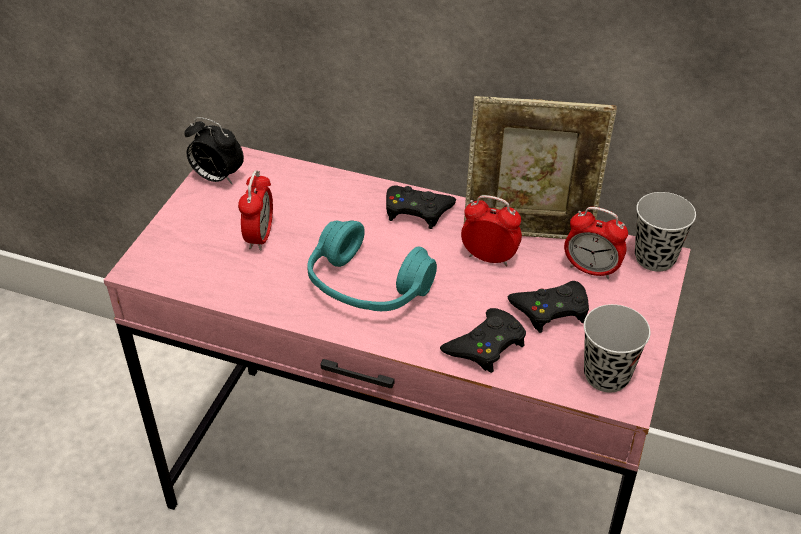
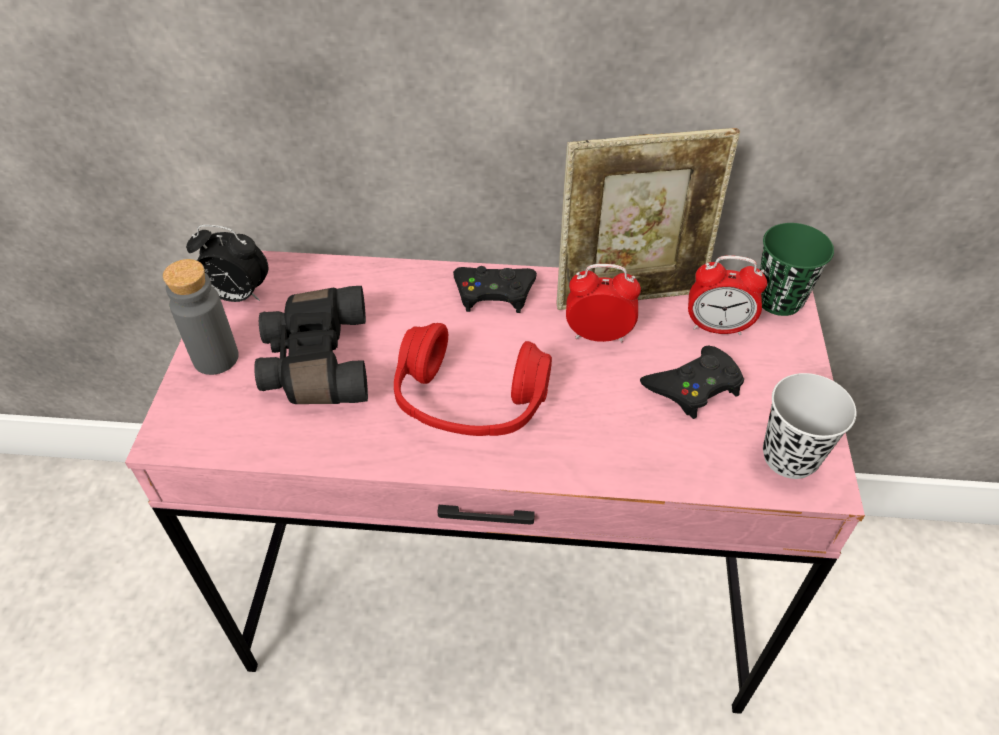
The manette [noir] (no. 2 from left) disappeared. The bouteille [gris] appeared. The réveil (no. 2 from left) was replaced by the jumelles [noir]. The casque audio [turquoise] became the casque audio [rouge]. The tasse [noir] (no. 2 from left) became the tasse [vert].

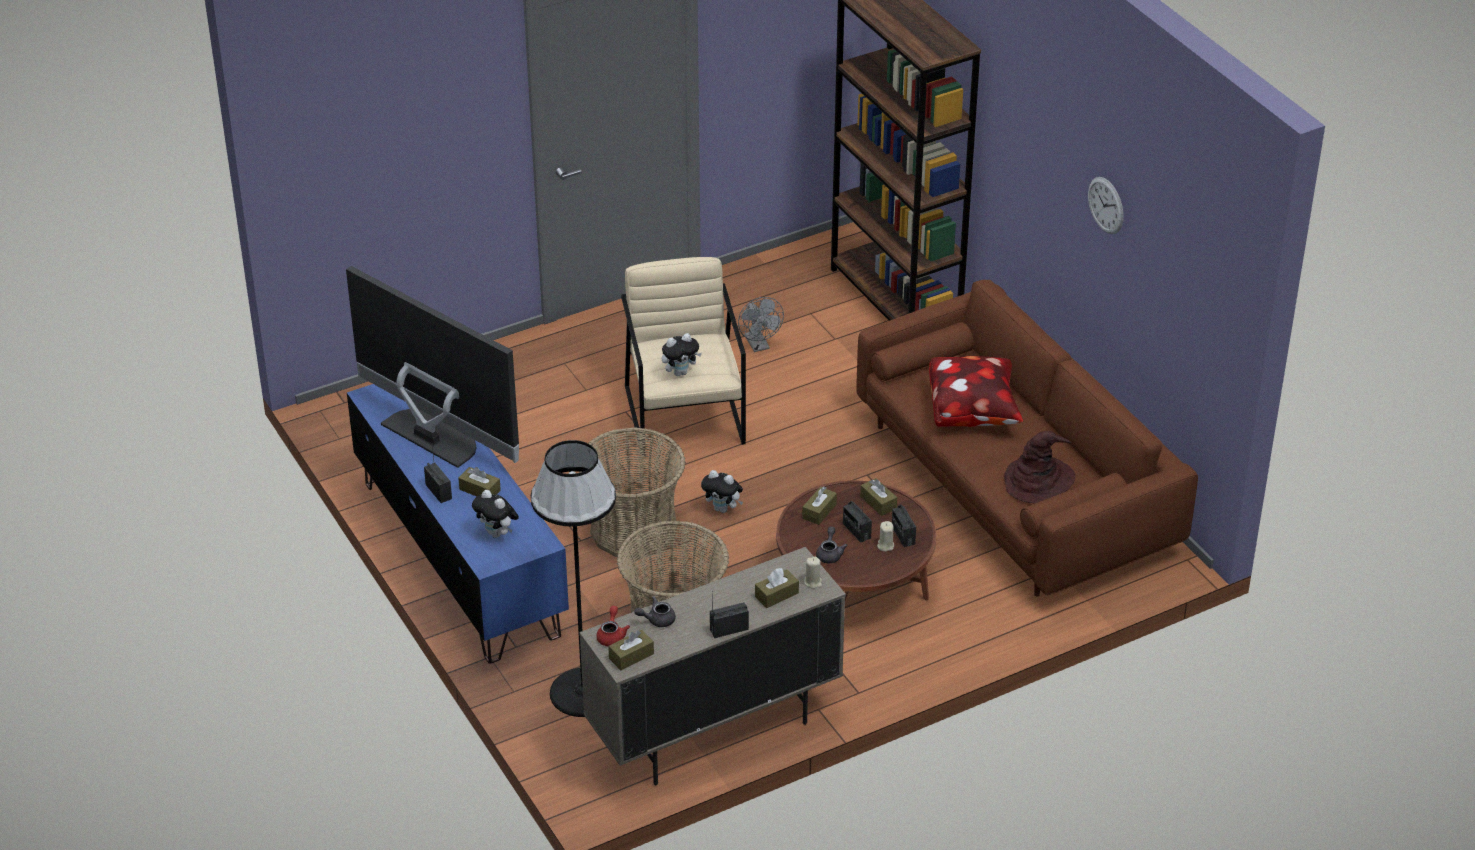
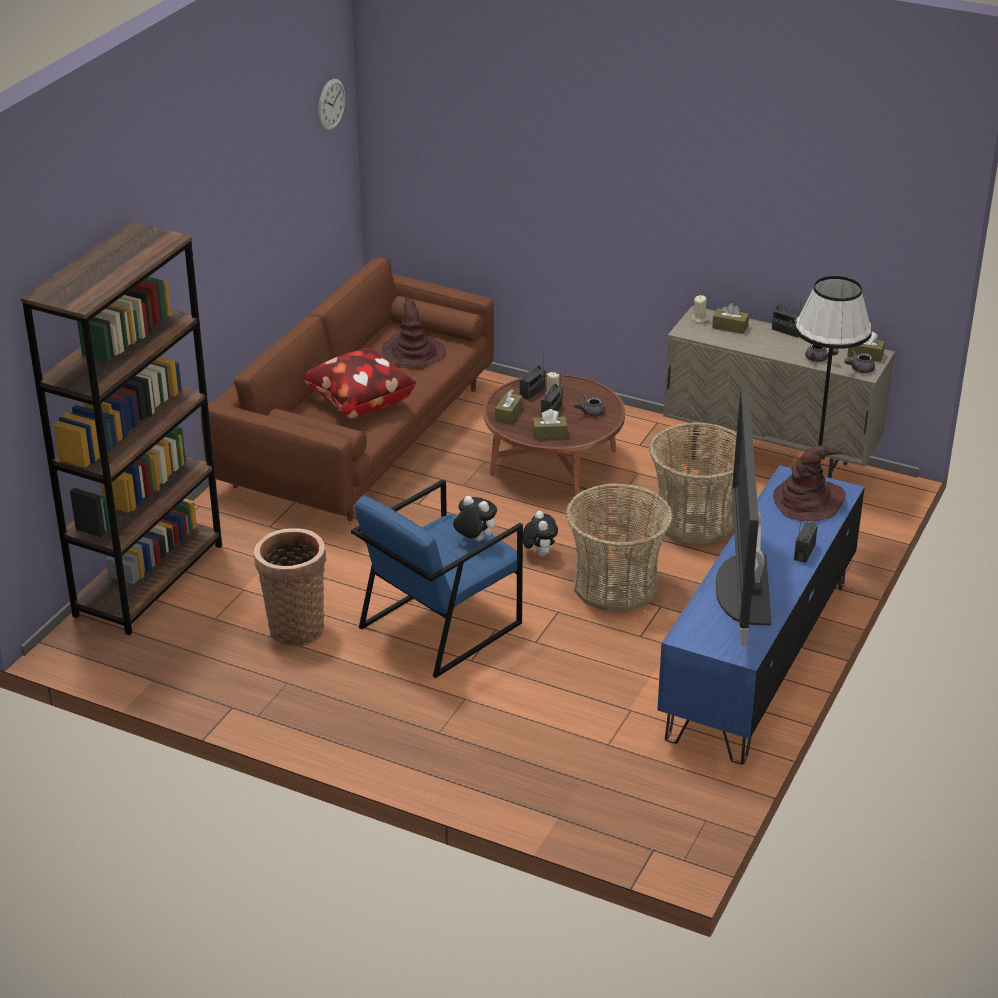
The boîte à mouchoirs [marron] (no. 1 from left) disappeared. The horloge murale moved. The peluche (no. 1 from left) was replaced by the chapeau [marron] (no. 2 from left). The ventilateur [gris] was replaced by the panier (no. 1 from left). The théière [rouge] became the théière [gris] (no. 3 from left). The fauteuil [beige] became the fauteuil [bleu].

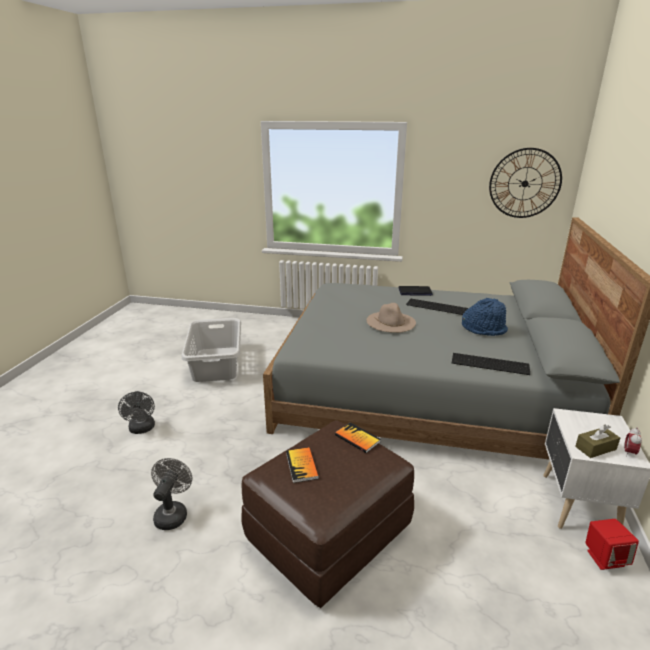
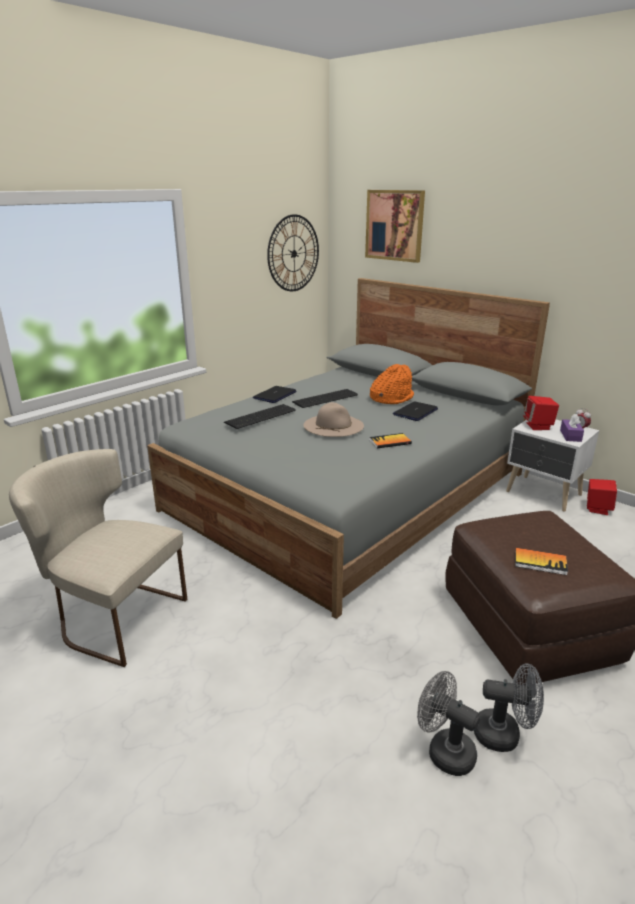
The tableau appeared. The ordinateur portable (no. 2 from left) appeared. The enceinte [rouge] (no. 1 from left) appeared. The ventilateur [gris] (no. 1 from left in the first image) moved. The livre (no. 2 from left in the first image) moved. The clavier (no. 2 from left in the first image) moved. The panier à linge [gris] was replaced by the chaise [beige]. The chapeau [bleu] became the chapeau [orange]. The boîte à mouchoirs [marron] became the boîte à mouchoirs [violet].

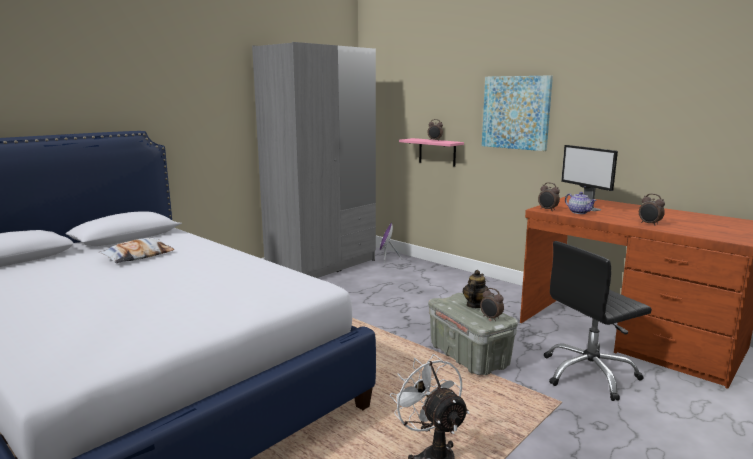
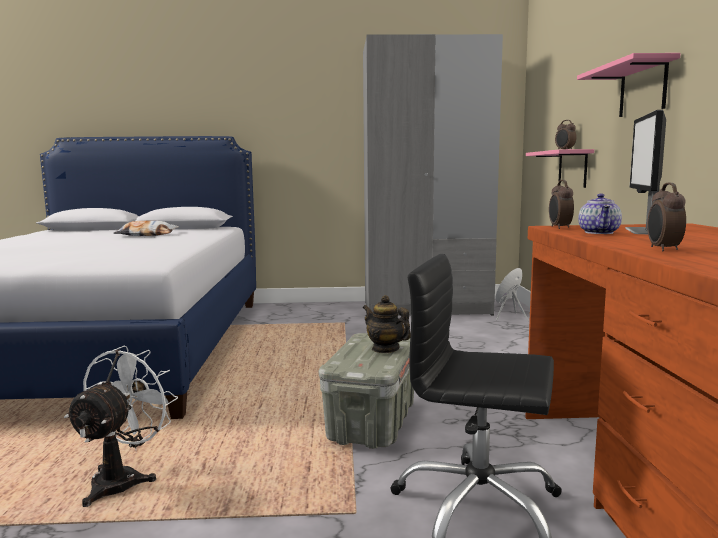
The réveil (no. 2 from left) disappeared. The tableau was replaced by the étagère [rose] (no. 2 from left). The théière (no. 1 from left) turned 120 degrees counterclockwise.

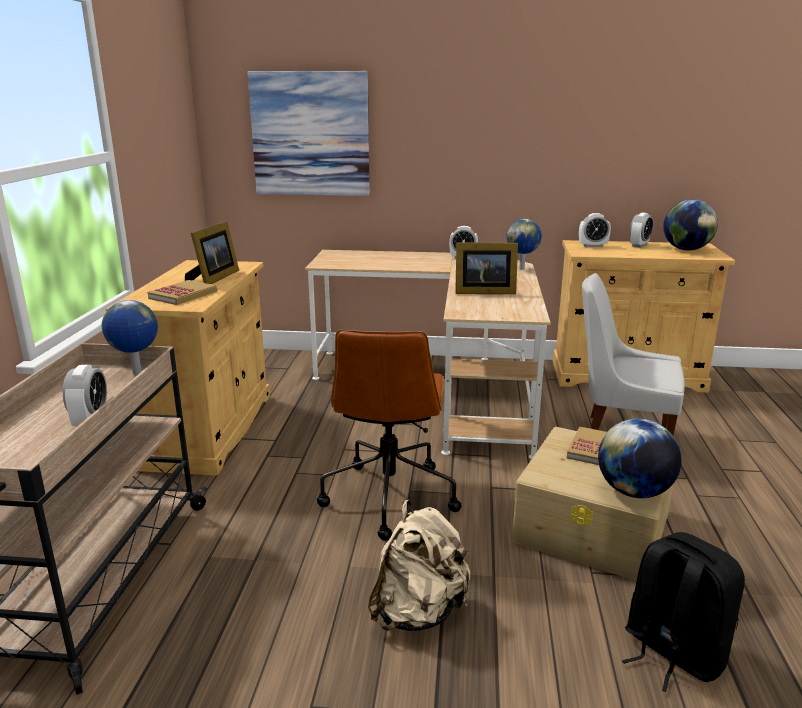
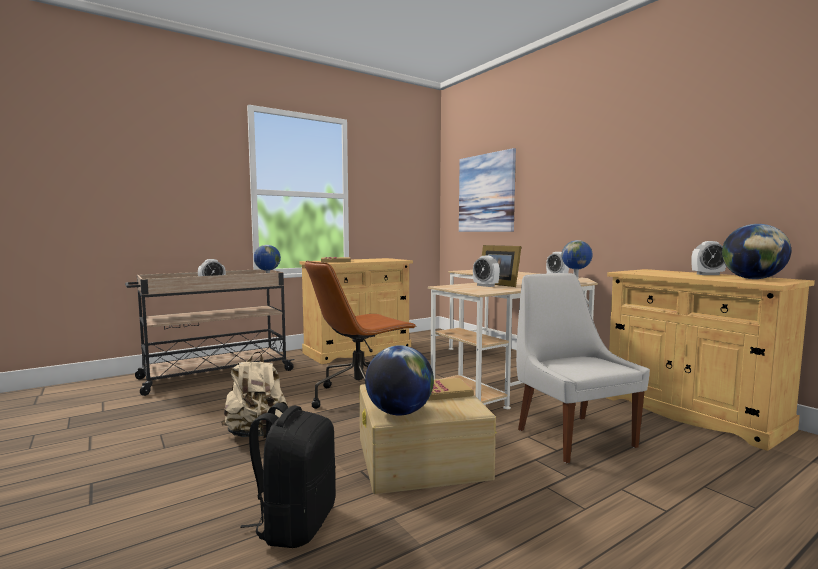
The cadre photo (no. 1 from left) disappeared. The réveil (no. 3 from left in the first image) moved.

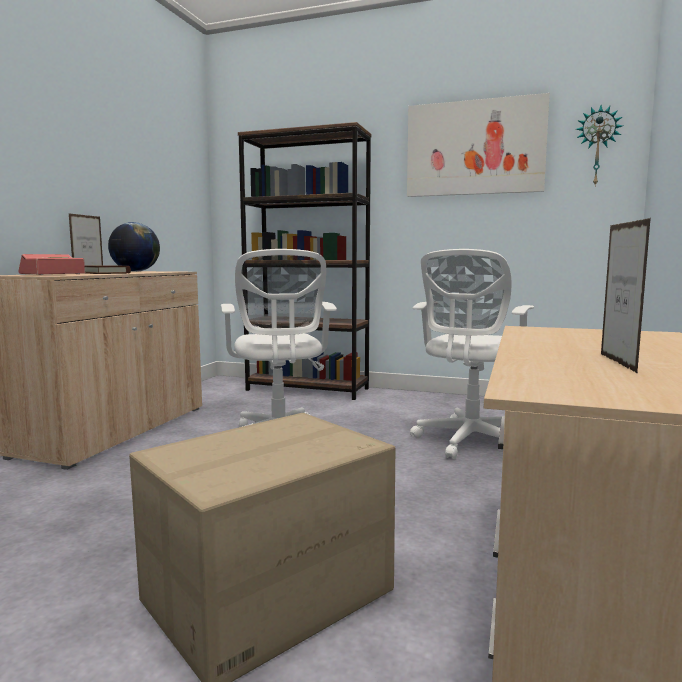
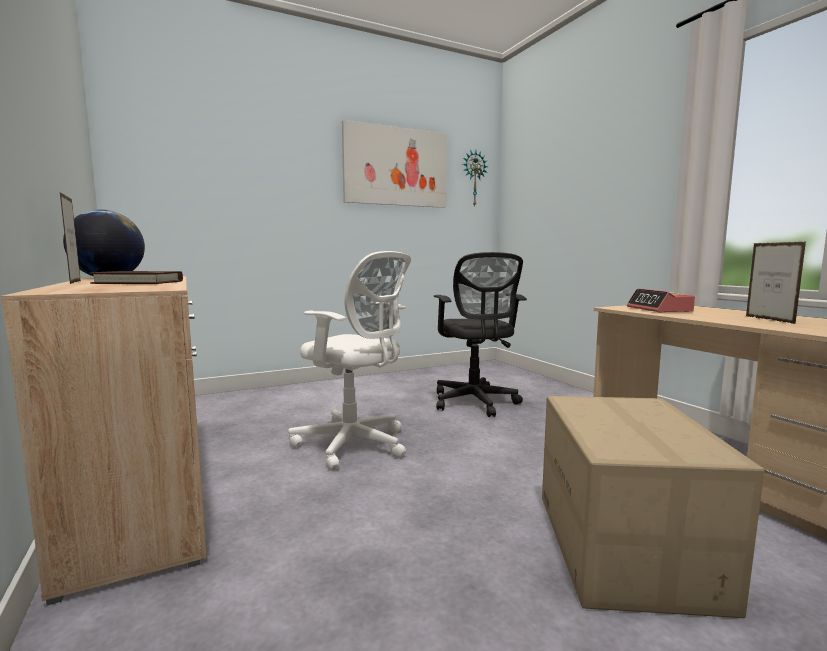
The bibliothèque [marron] disappeared. The réveil moved. The chaise de bureau [blanc] (no. 2 from left) became the chaise de bureau [noir]. The cadre photo (no. 2 from left) turned 150 degrees counterclockwise.

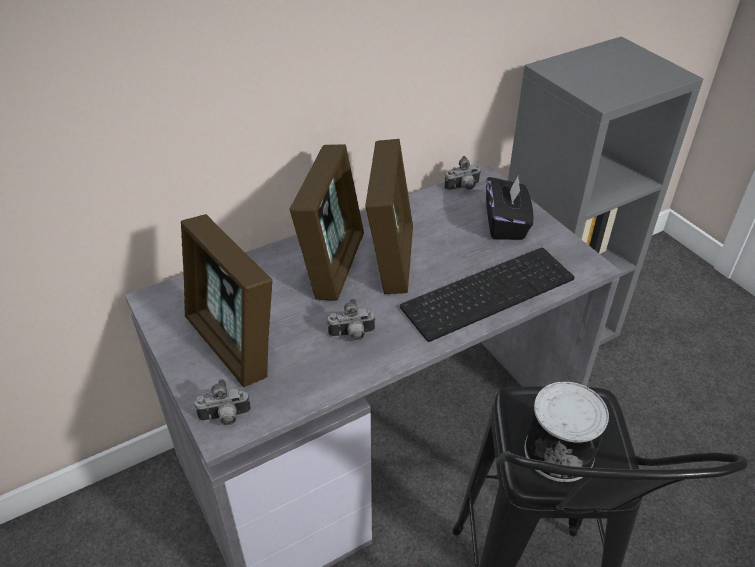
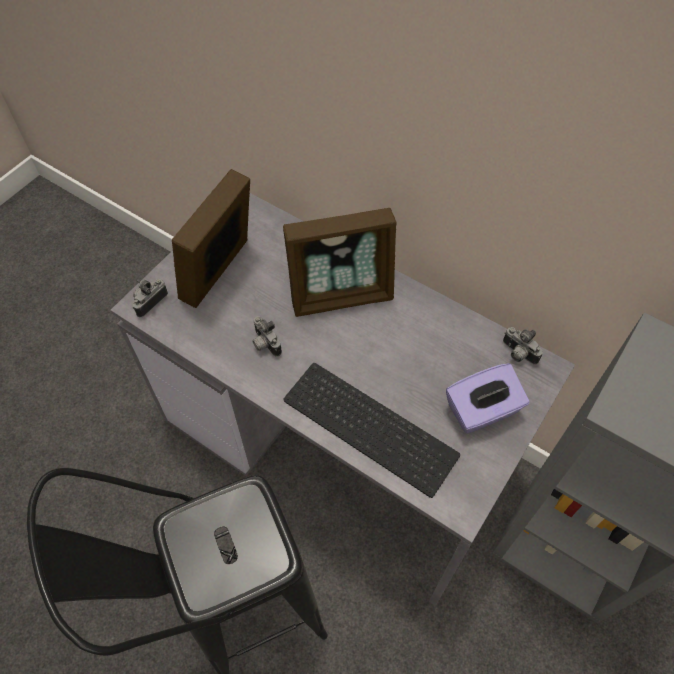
The cadre photo (no. 3 from left) disappeared. The boîte métallique disappeared. The boîte à mouchoirs [noir] became the boîte à mouchoirs [violet]. The appareil photo (no. 1 from left) turned 75 degrees clockwise.

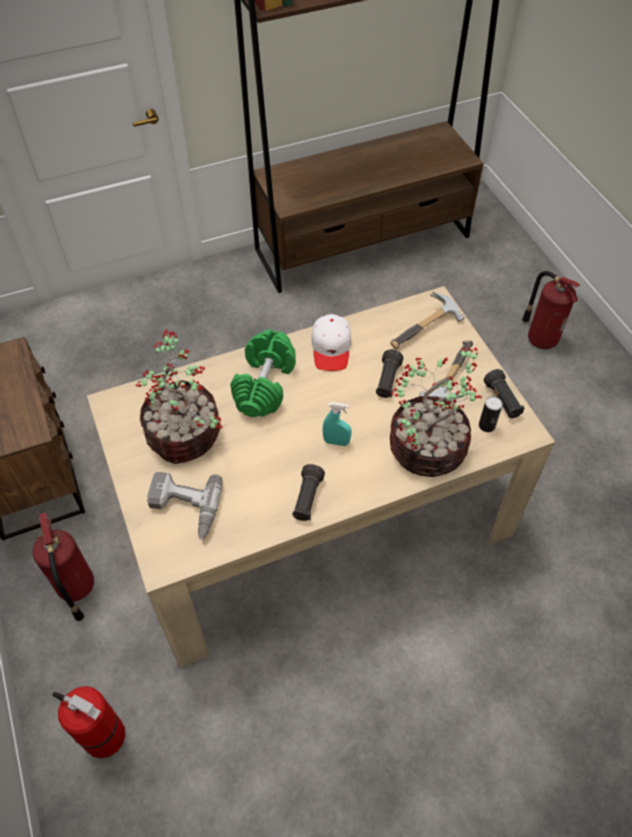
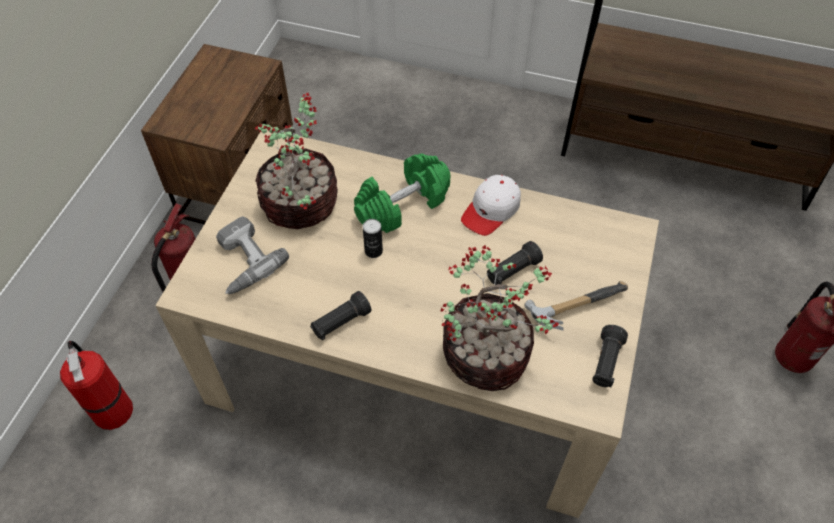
The vaporisateur [turquoise] disappeared. The marteau (no. 1 from left) disappeared. The boîte métallique moved.

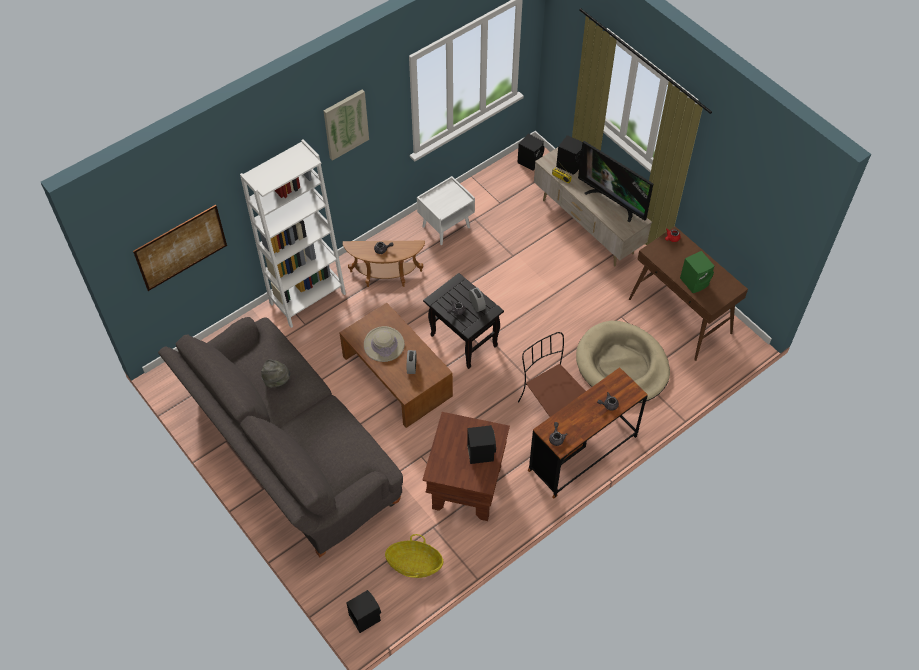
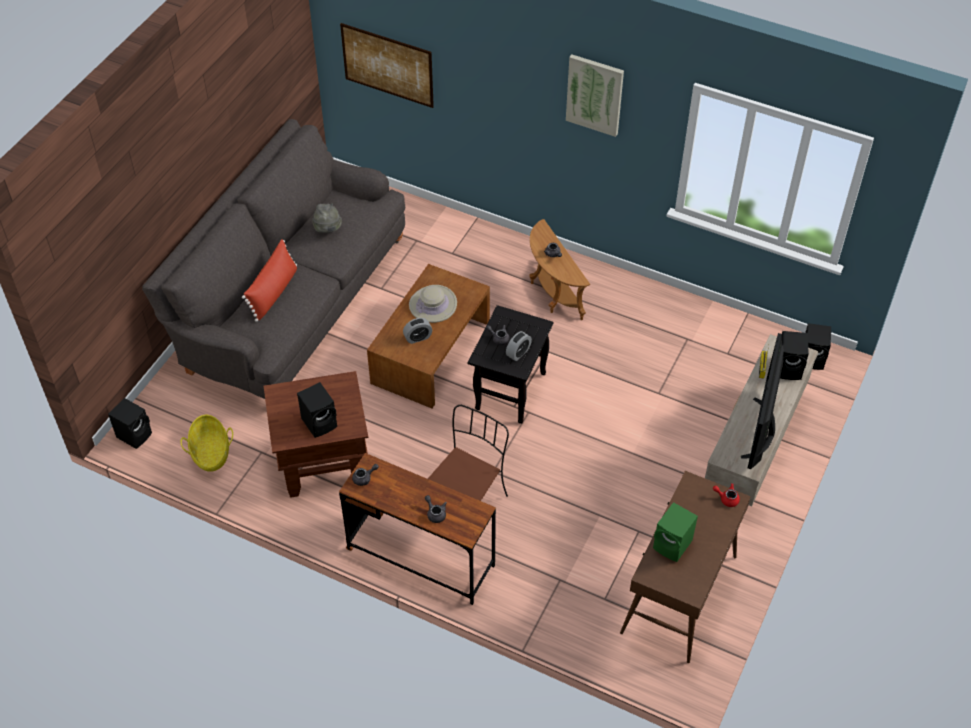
The bibliothèque [blanc] disappeared. The table de chevet [blanc] disappeared. The panier pour chien [beige] disappeared. The coussin [rouge] appeared.

